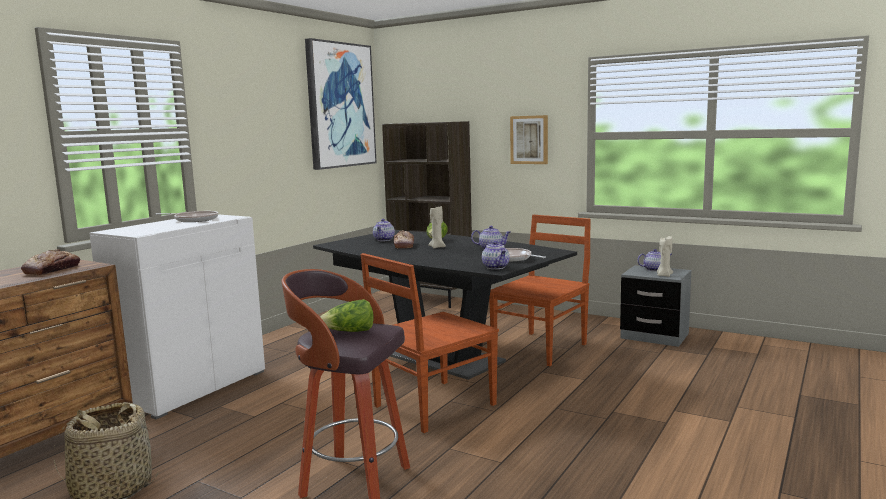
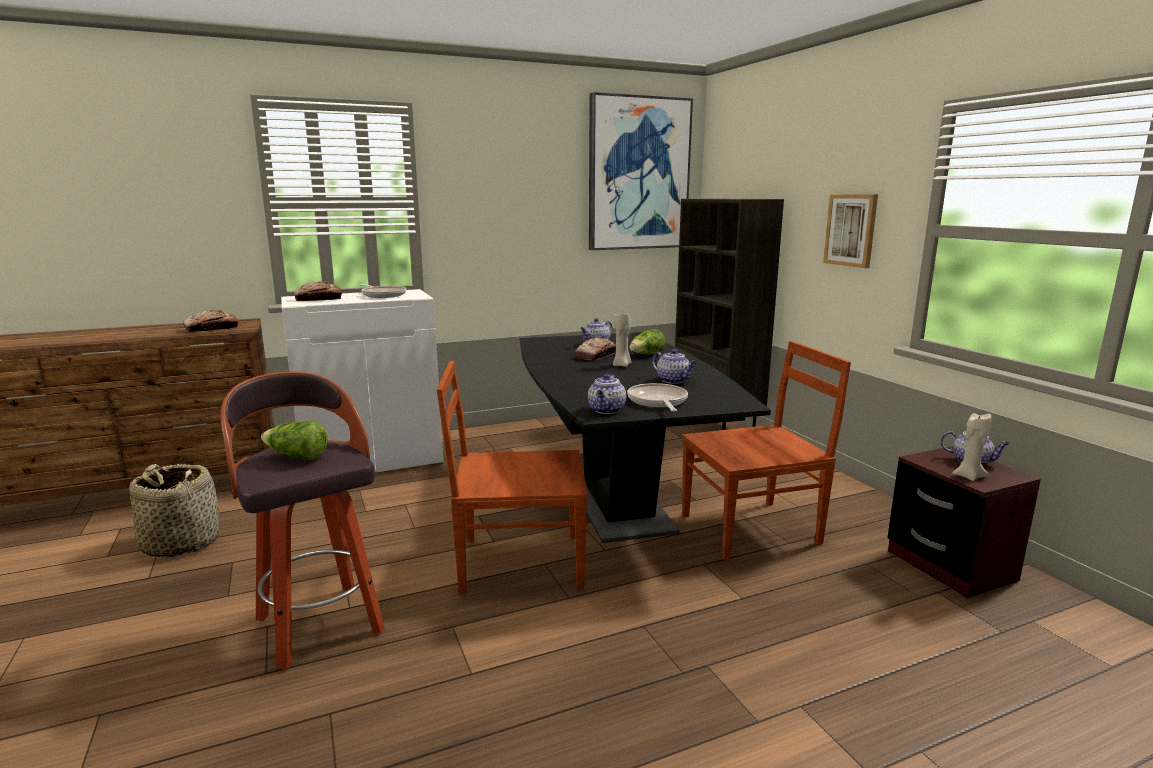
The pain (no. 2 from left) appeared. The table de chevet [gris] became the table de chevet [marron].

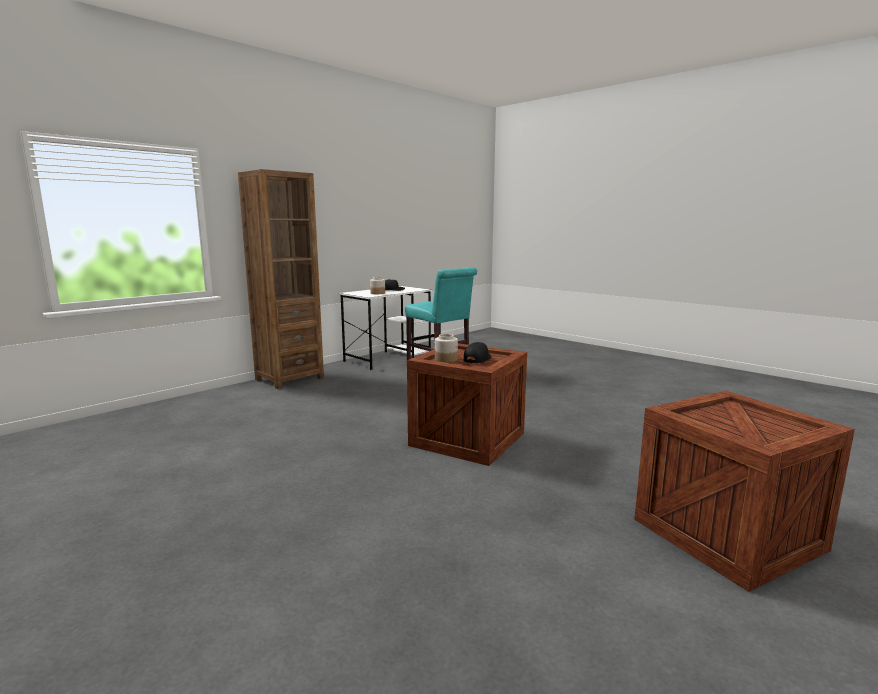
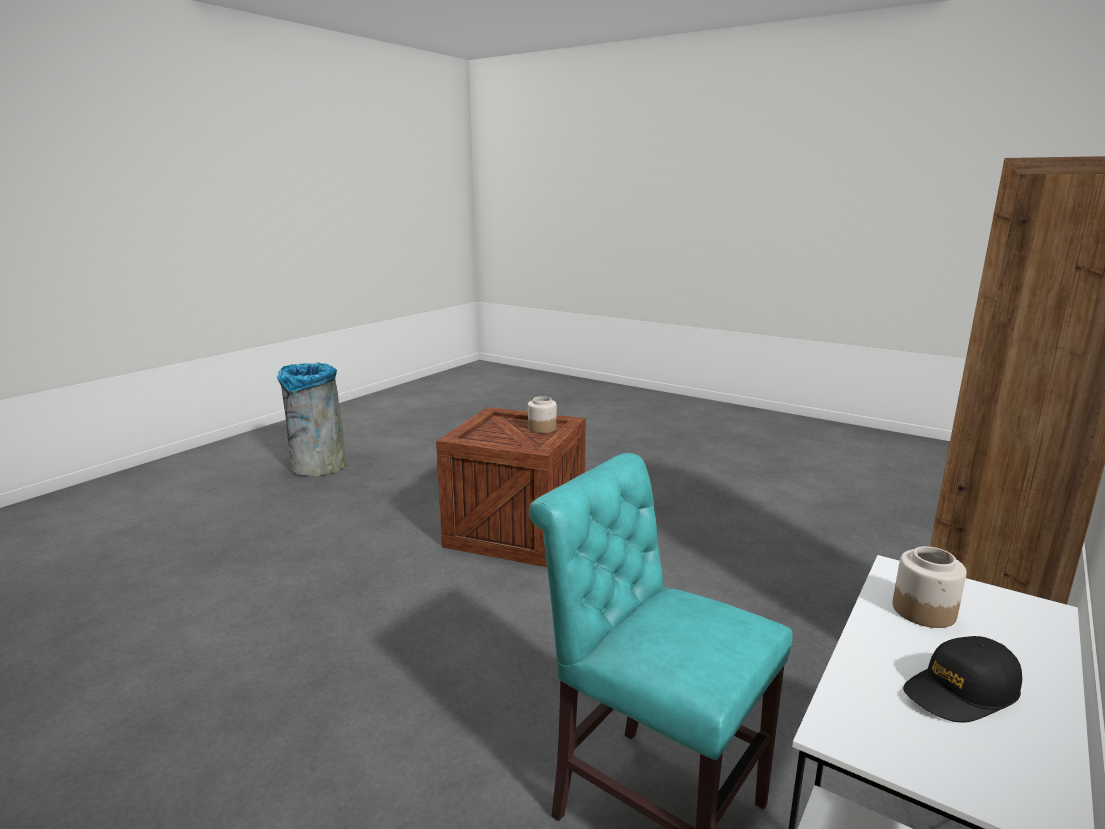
The casquette [noir] (no. 2 from left) disappeared. The caisse (no. 2 from left) was replaced by the poubelle [gris].

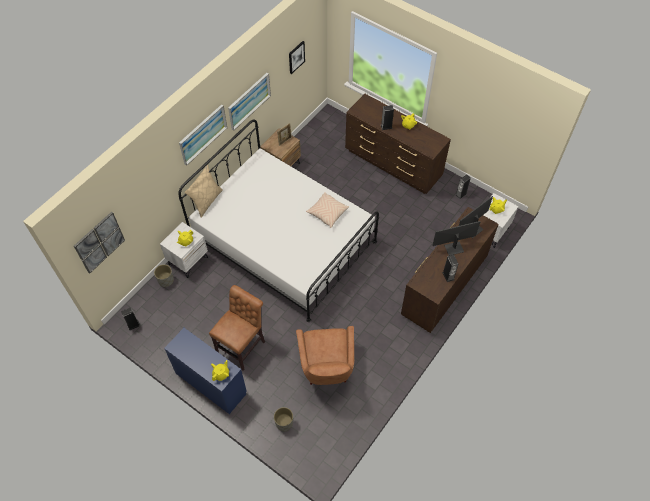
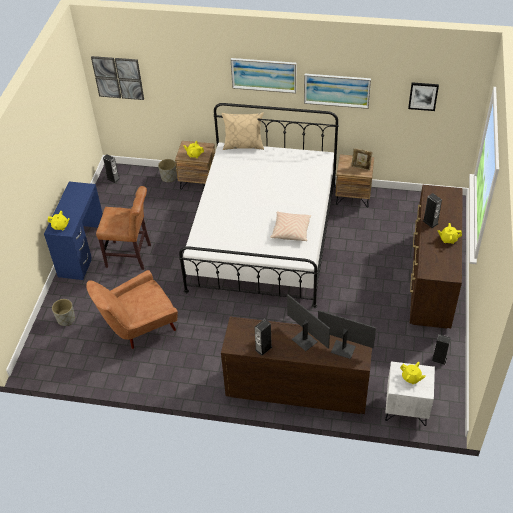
The table de chevet [blanc] (no. 1 from left) became the table de chevet [marron] (no. 1 from left).

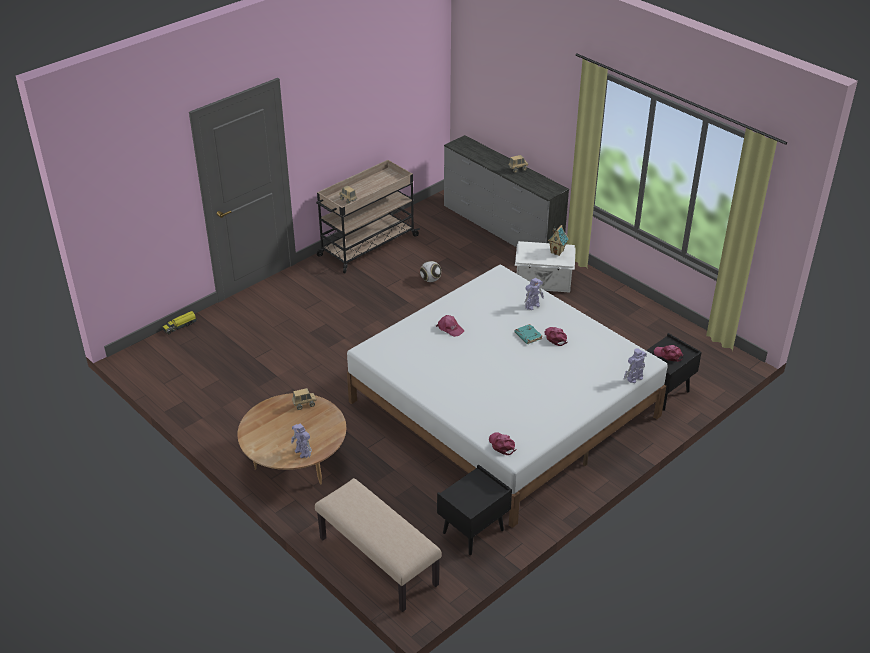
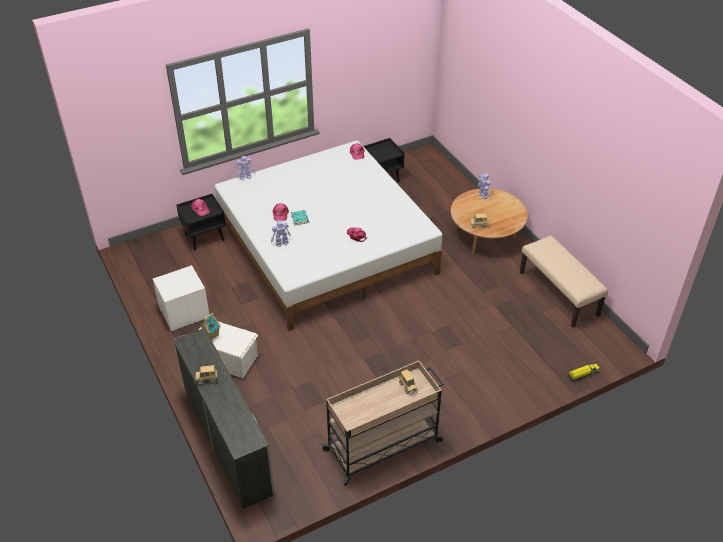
The ballon de foot disappeared. The table de chevet [blanc] appeared. The banc [beige] moved.

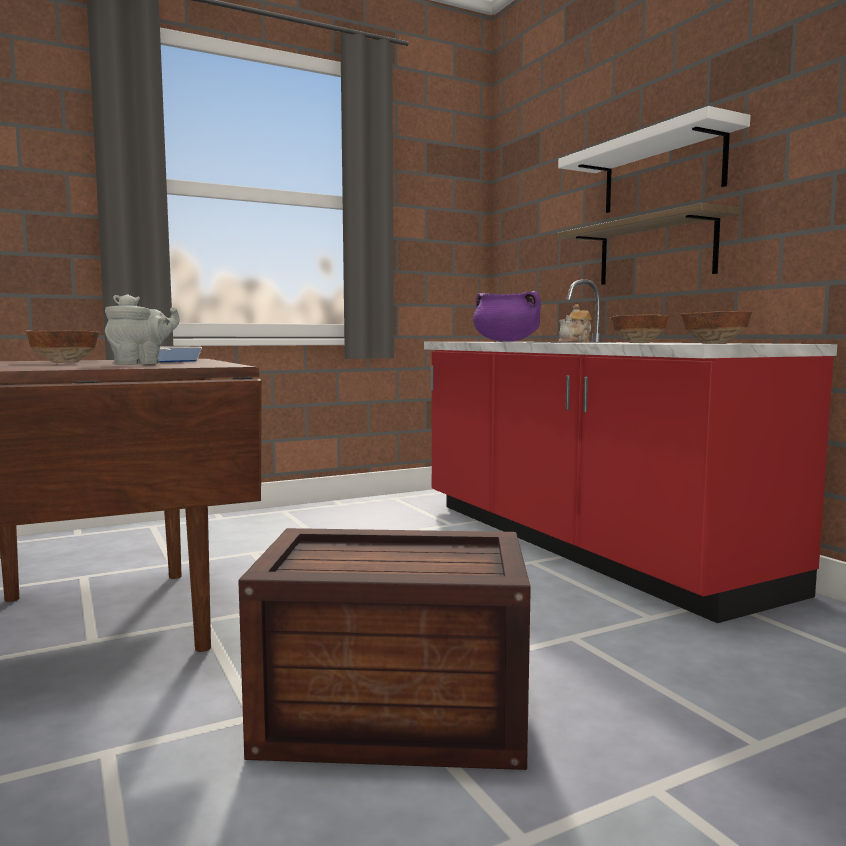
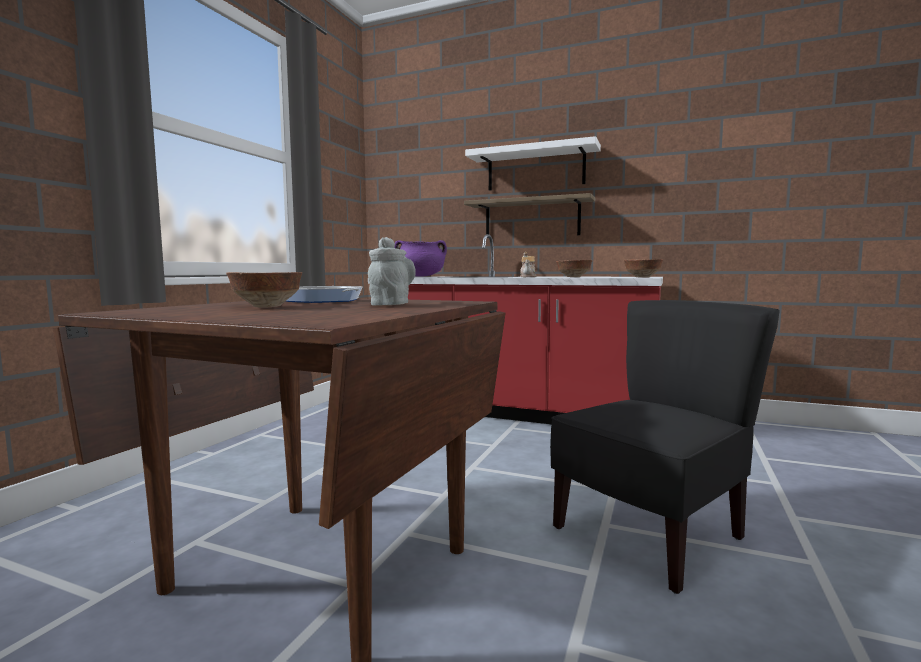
The caisse was replaced by the chaise [noir].

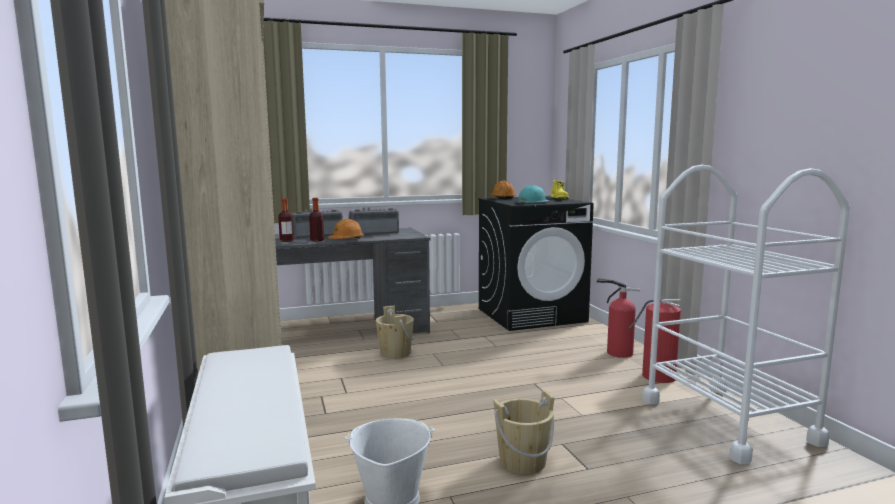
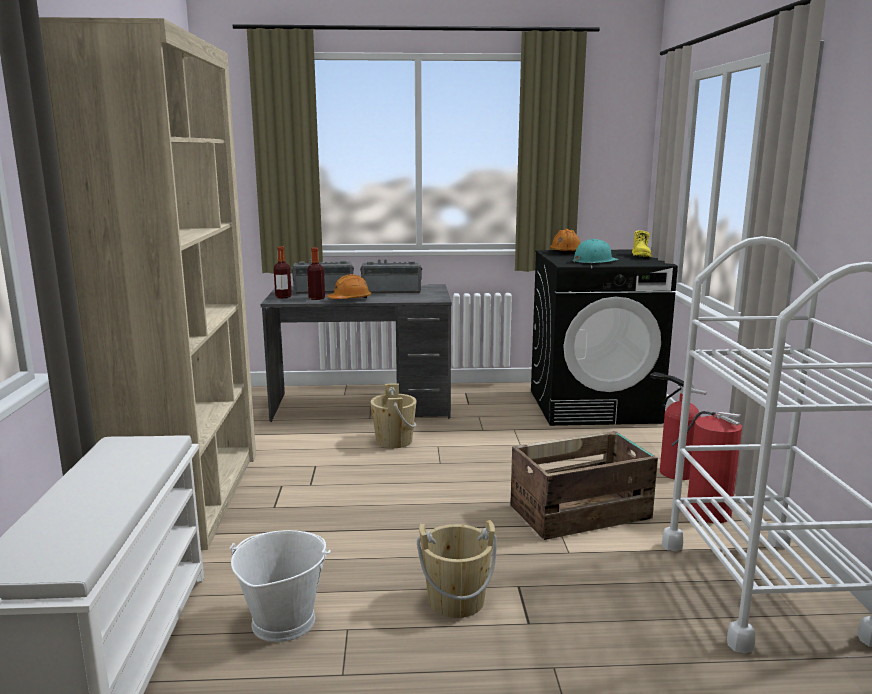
The caisse appeared.

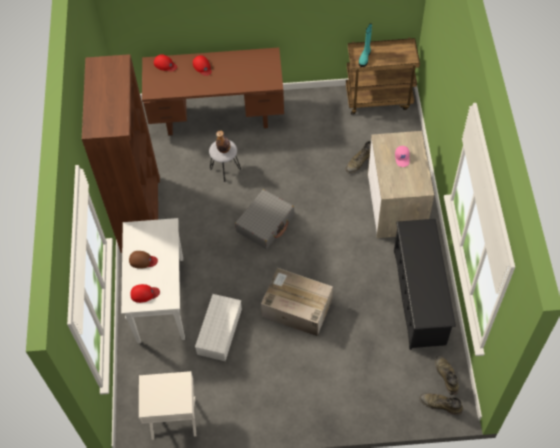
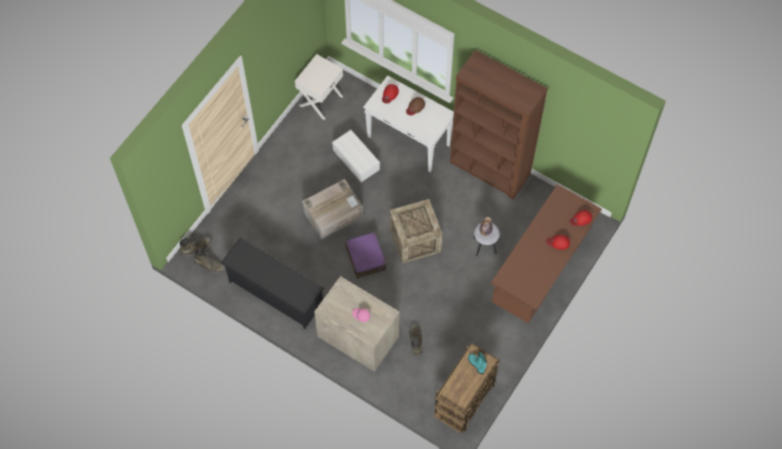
The valise [violet] appeared. The valise [gris] was replaced by the caisse.

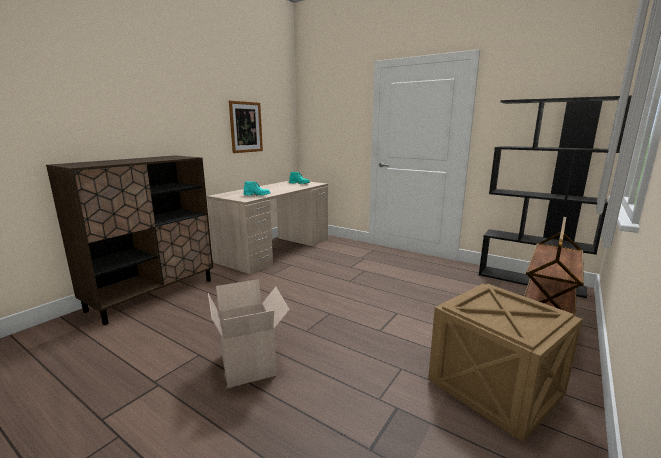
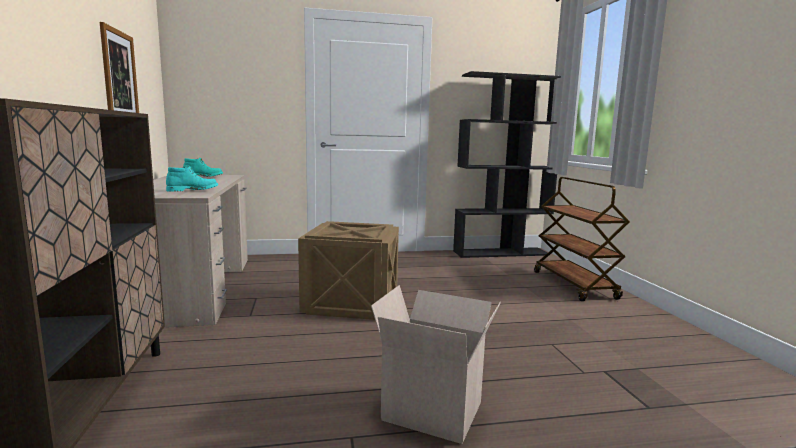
The caisse moved.

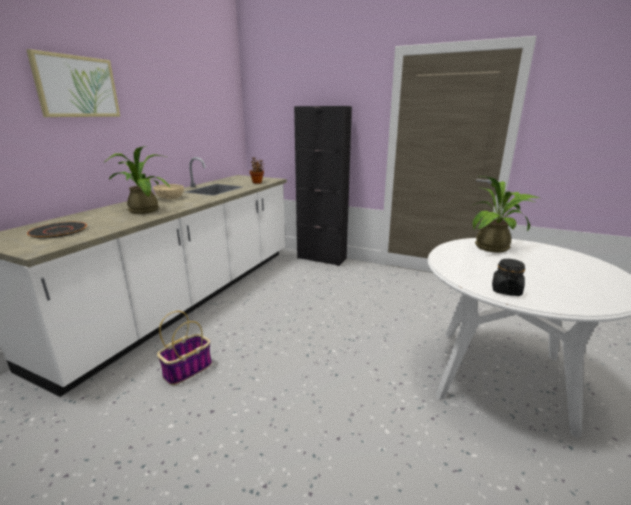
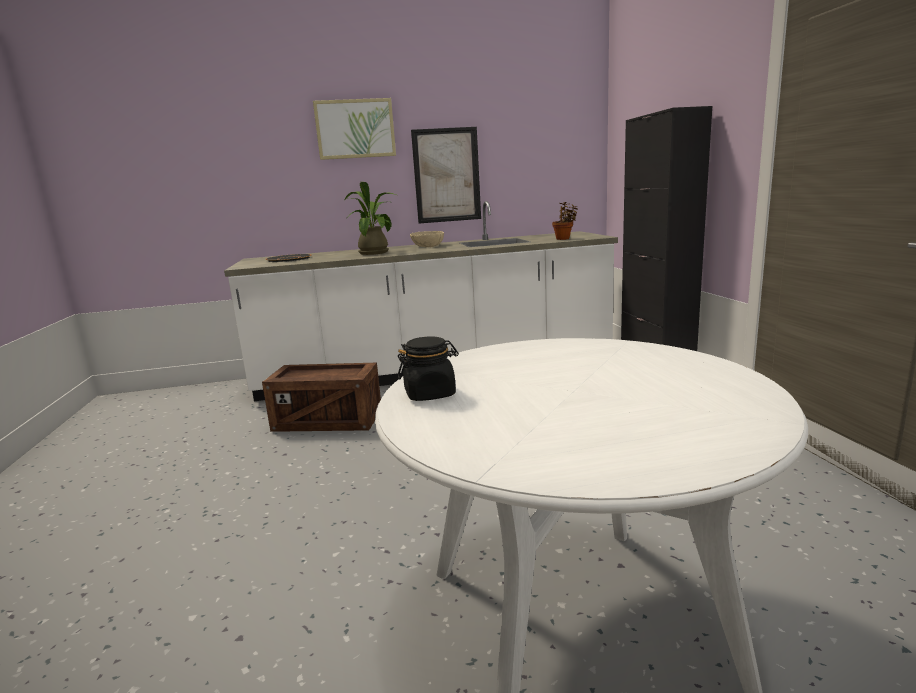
The plante en pot (no. 3 from left) disappeared. The tableau (no. 2 from left) appeared. The panier was replaced by the caisse.

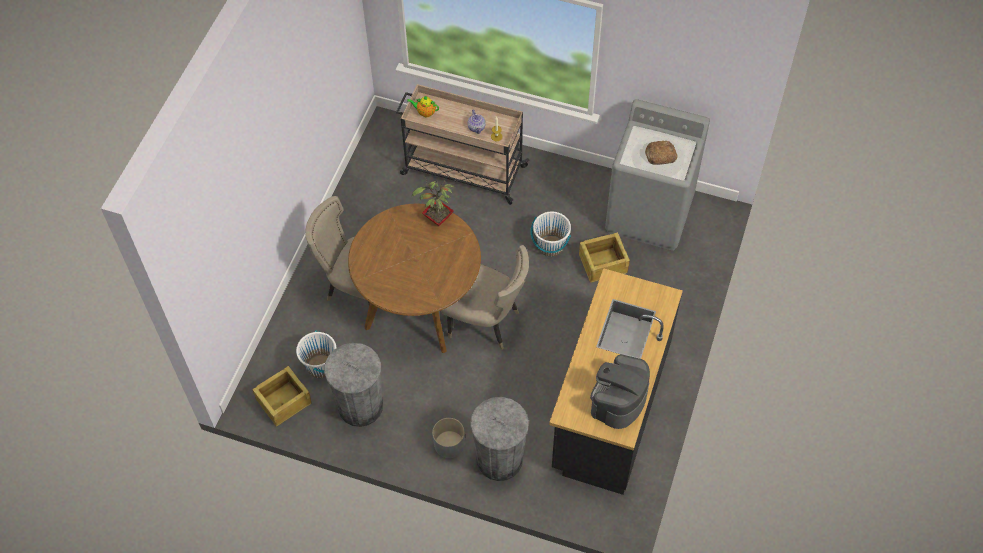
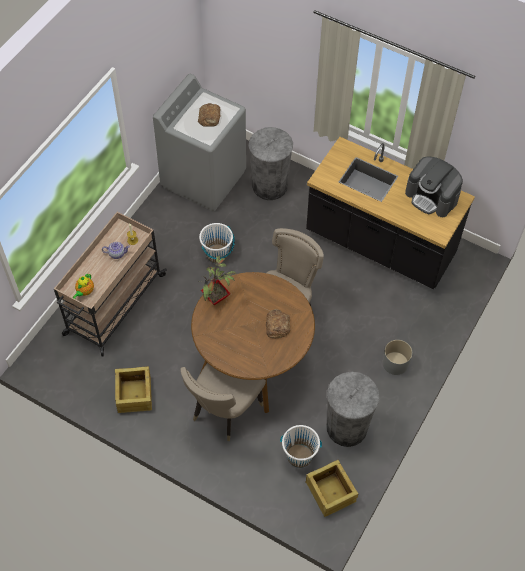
The pain (no. 2 from left) appeared. The poubelle [gris] (no. 2 from left in the first image) moved. The caisse (no. 2 from left in the first image) moved.

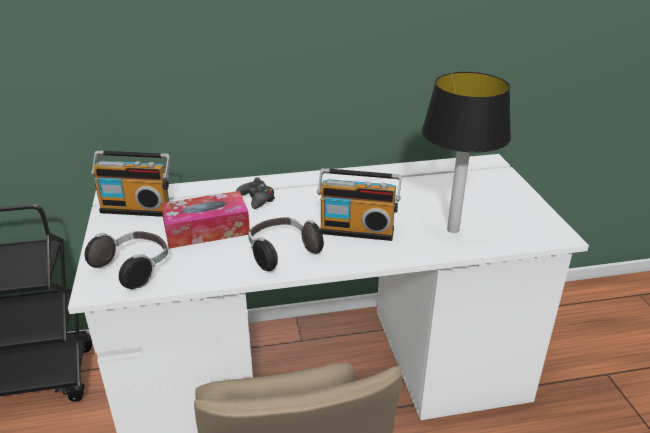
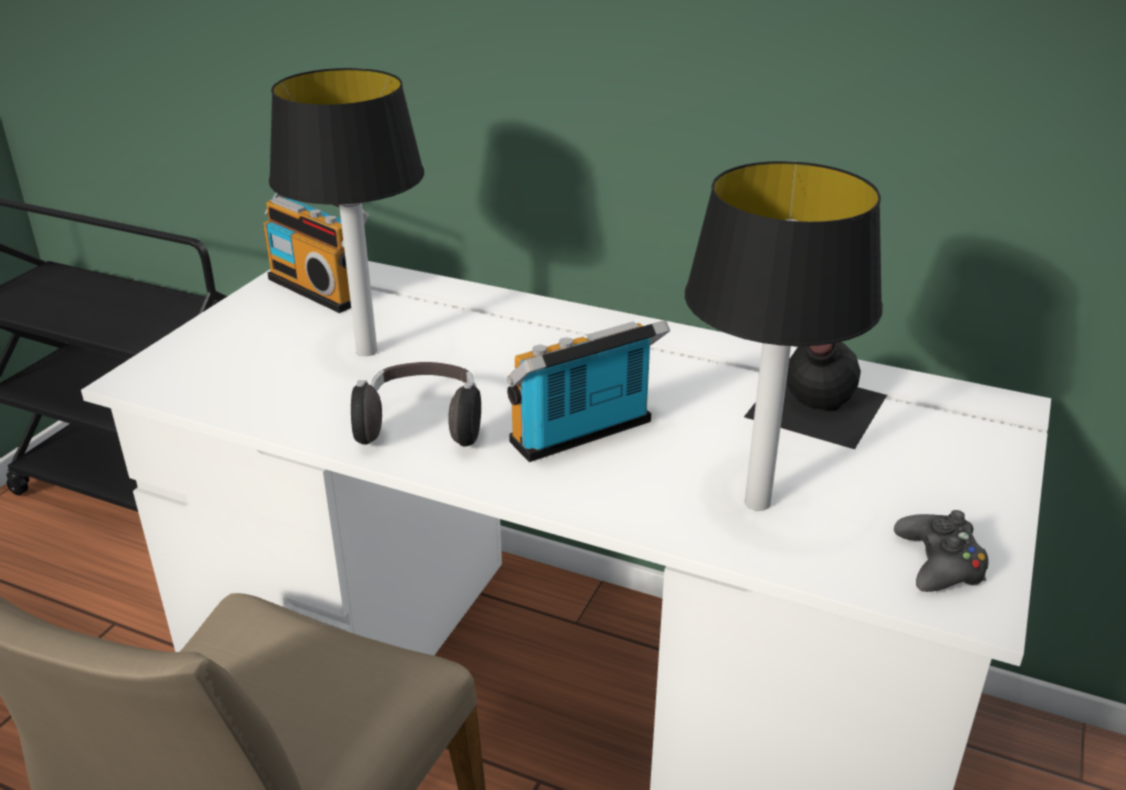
The casque audio (no. 1 from left) disappeared. The bouteille [noir] appeared. The manette [noir] moved. The boîte à mouchoirs was replaced by the lampe de table (no. 1 from left). The radio (no. 2 from left) turned 105 degrees clockwise.

